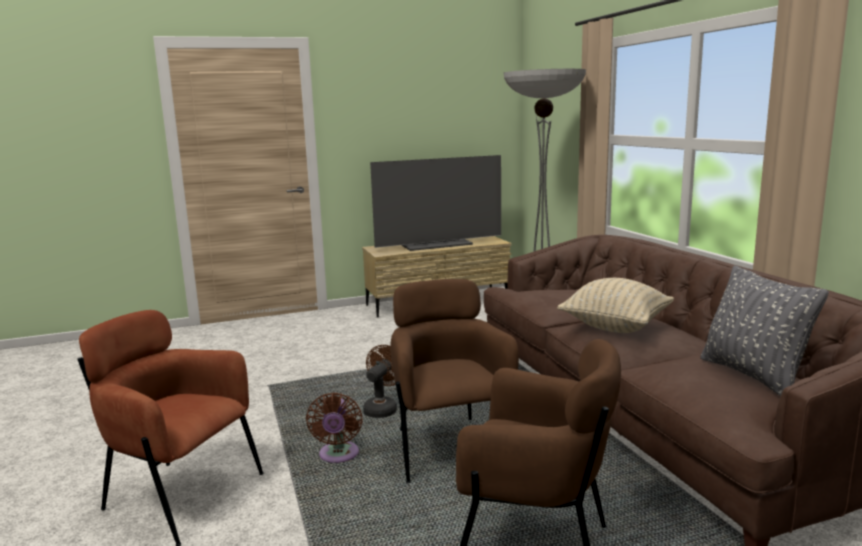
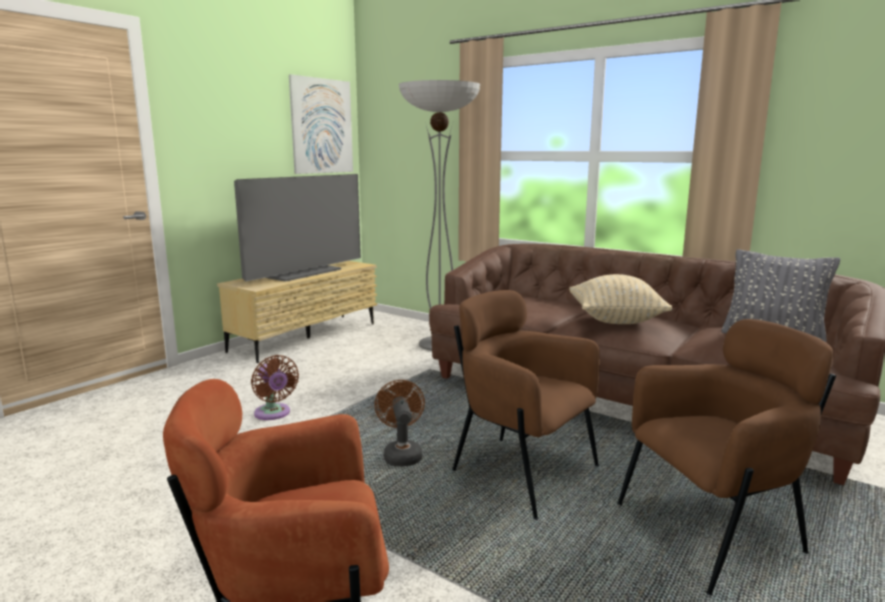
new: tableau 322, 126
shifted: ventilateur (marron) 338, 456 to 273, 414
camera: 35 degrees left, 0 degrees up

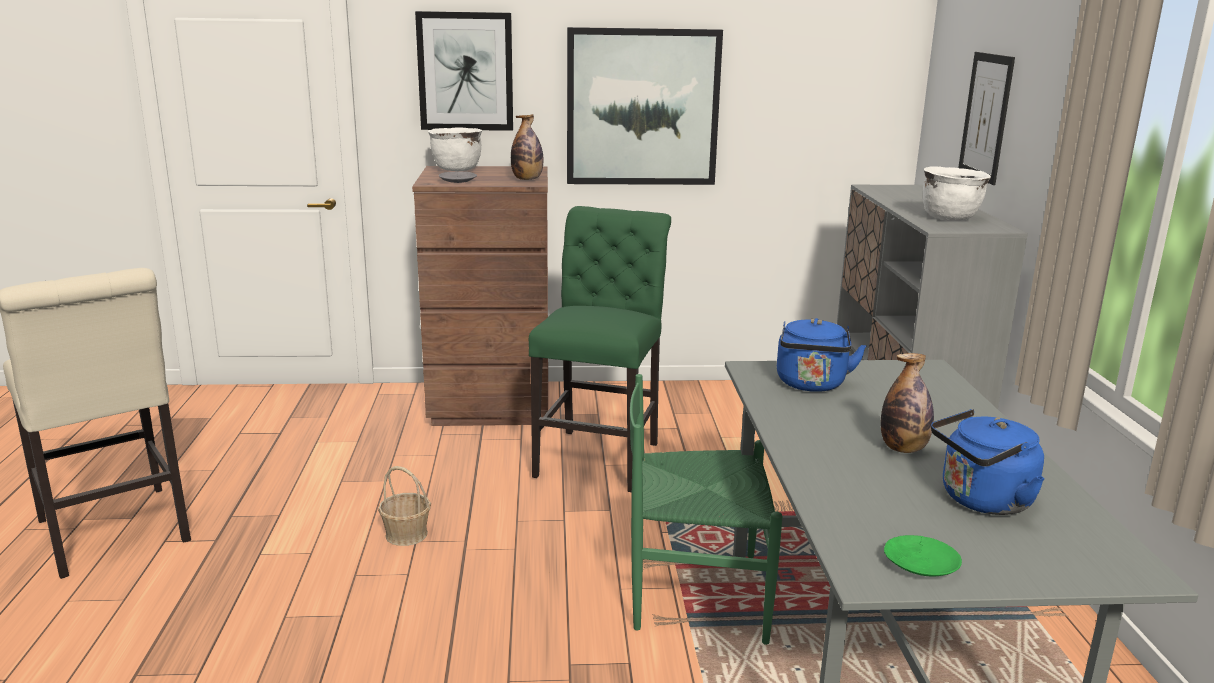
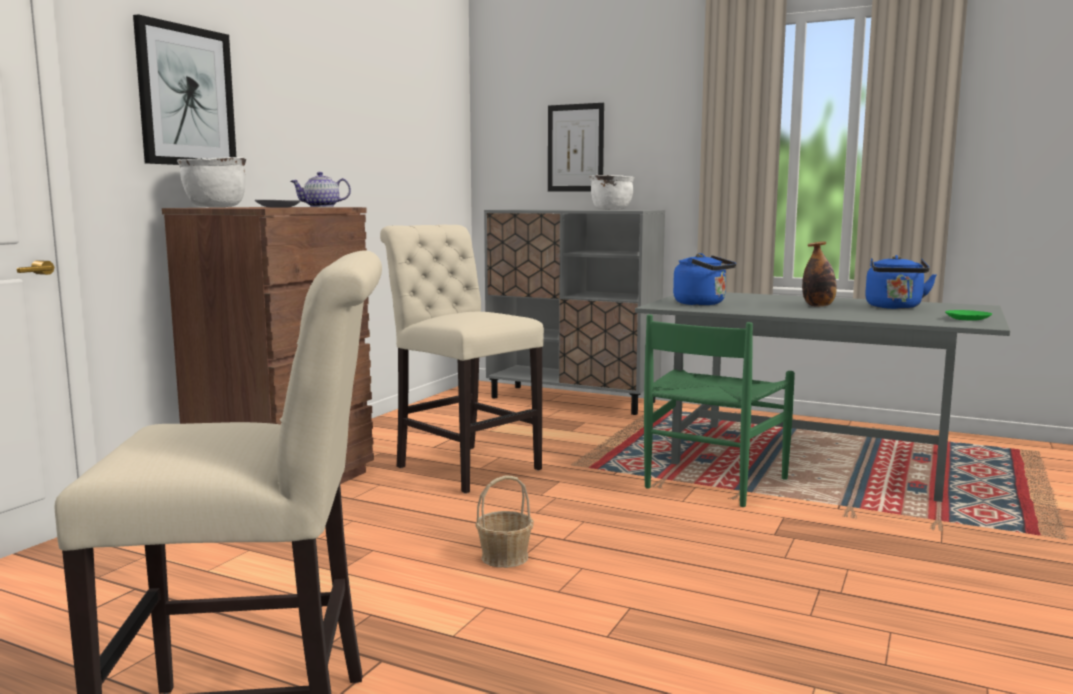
gone: tableau 642, 107
swapped: bouteille 527, 179 to théière 321, 206
repainted: tabouret (vert) 601, 457 to tabouret (beige) 464, 466
camera: 60 degrees left, 10 degrees down

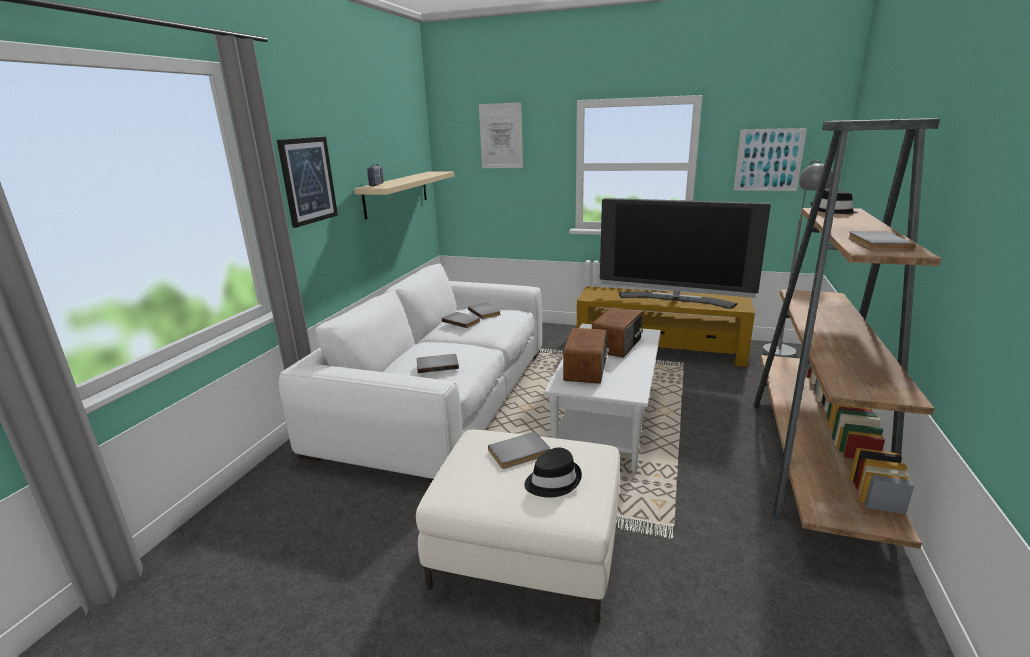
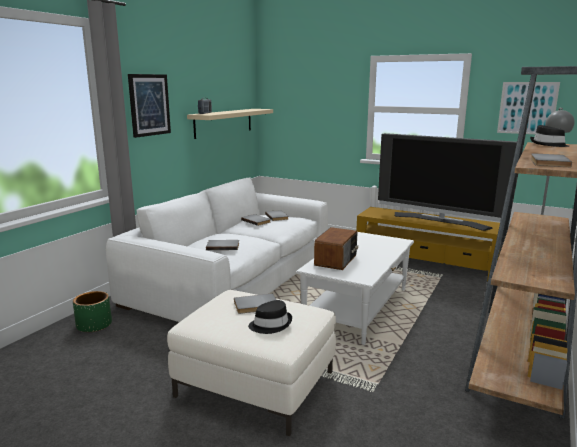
gone: tableau 501, 136; radio 617, 345
new: cache-pot (vert) 94, 325
camera: 10 degrees right, 5 degrees down

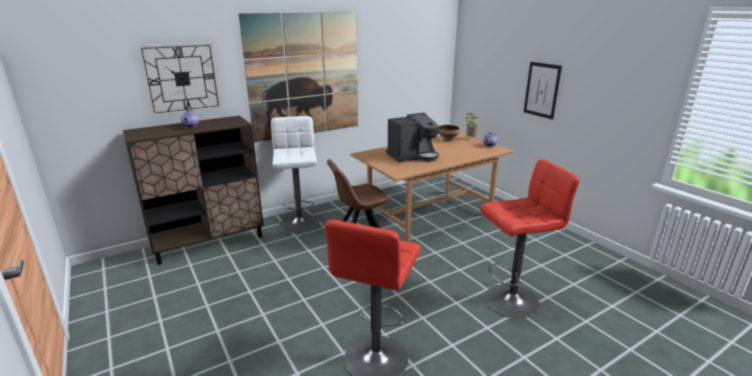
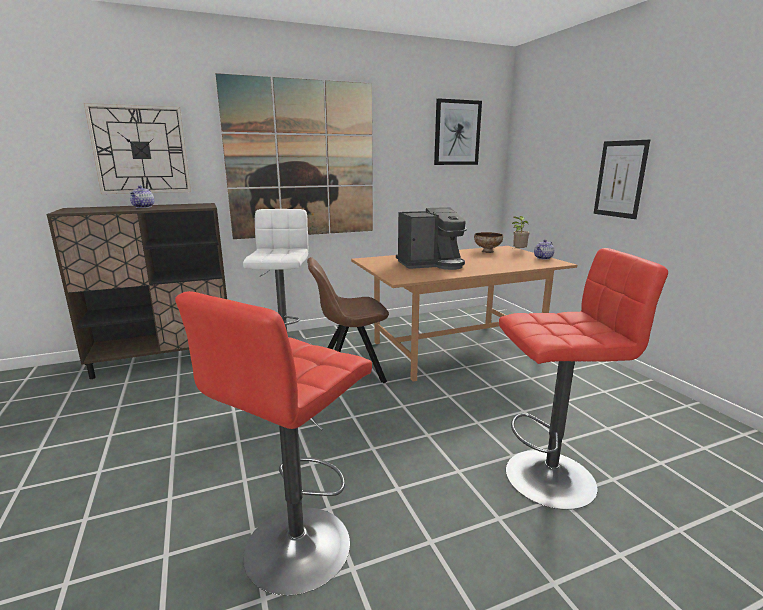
new: tableau 457, 133
camera: 10 degrees right, 5 degrees down

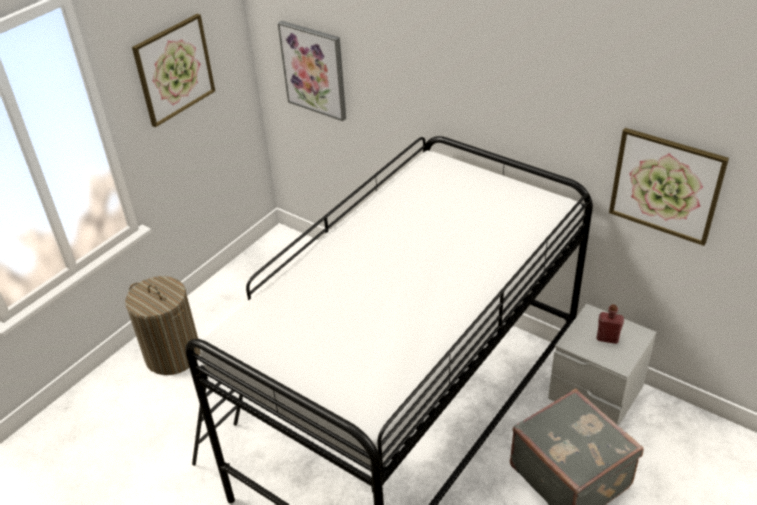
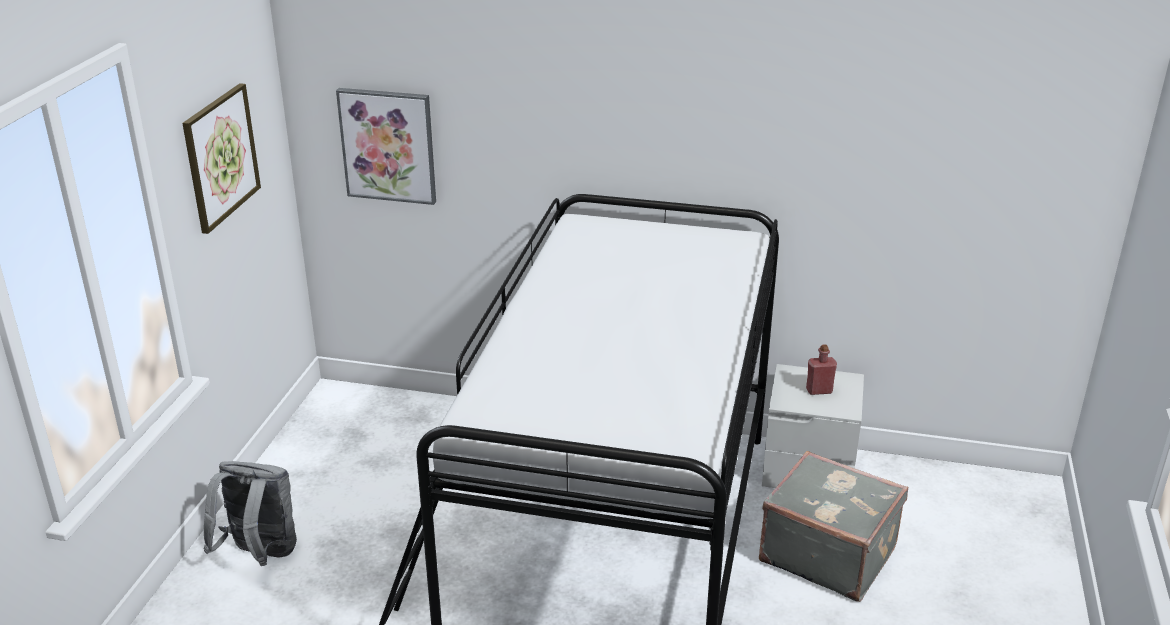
gone: tableau 666, 185
swapped: panier à linge 173, 355 to sac à dos (gris) 259, 555
camera: 25 degrees left, 10 degrees down

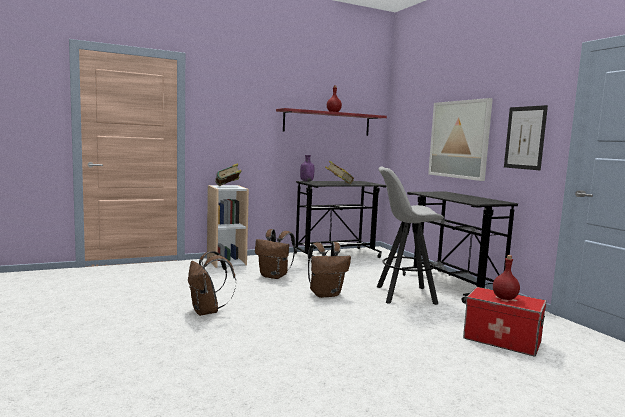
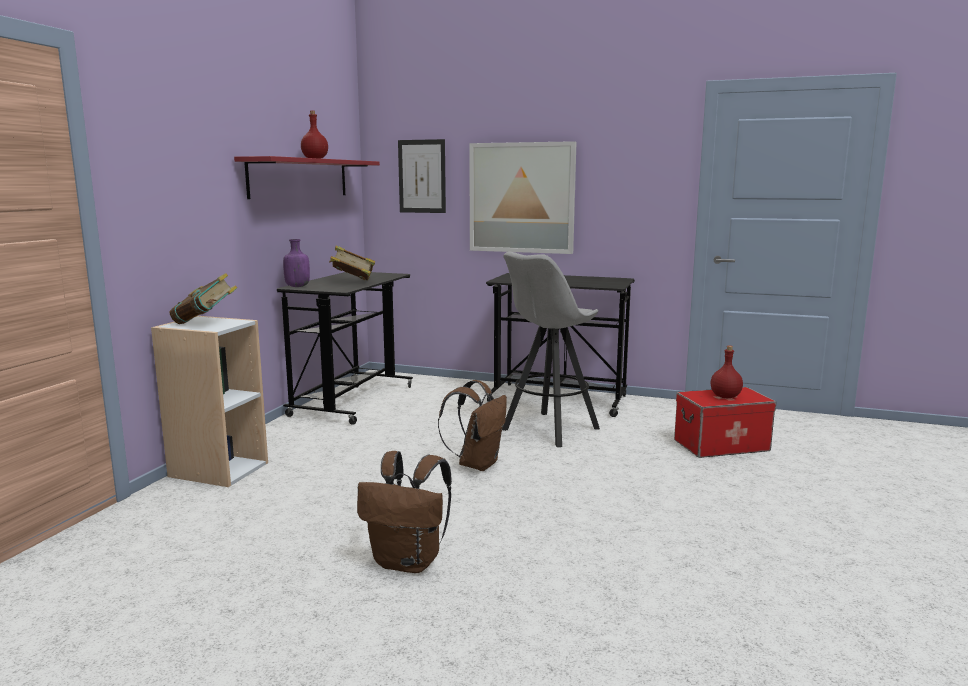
gone: sac à dos (marron) 274, 276
shifted: tableau 525, 137 to 422, 176
camera: 45 degrees left, 5 degrees up

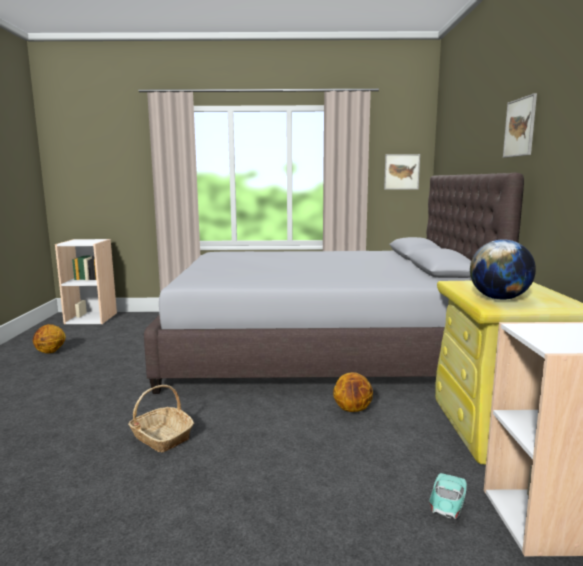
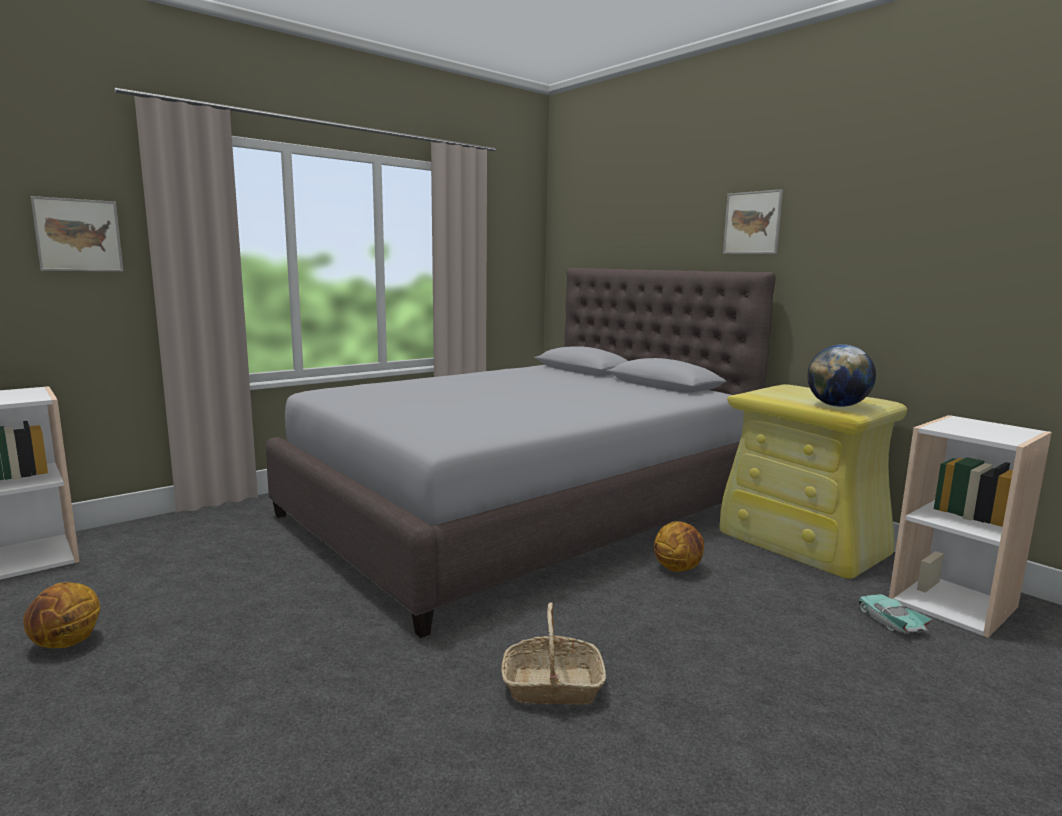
shifted: tableau 401, 172 to 78, 235
camera: 40 degrees left, 0 degrees up

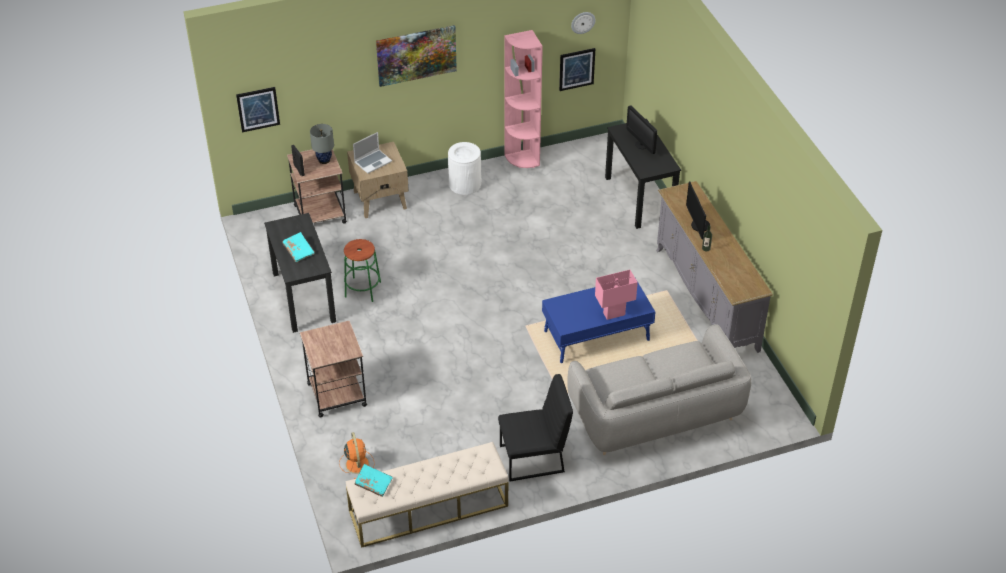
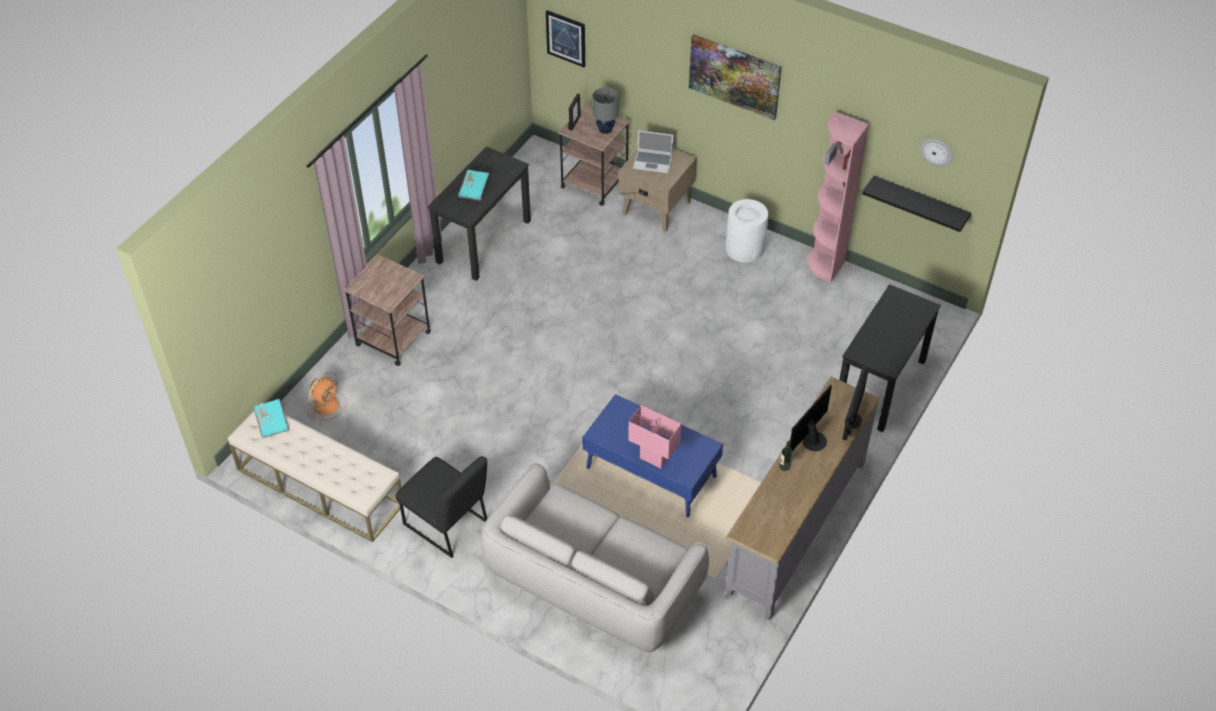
gone: tabouret (vert) 363, 289
shifted: écran d'ordinateur 641, 145 to 853, 421
swapped: tableau 576, 69 to étagère (noir) 919, 203
camera: 50 degrees right, 5 degrees up

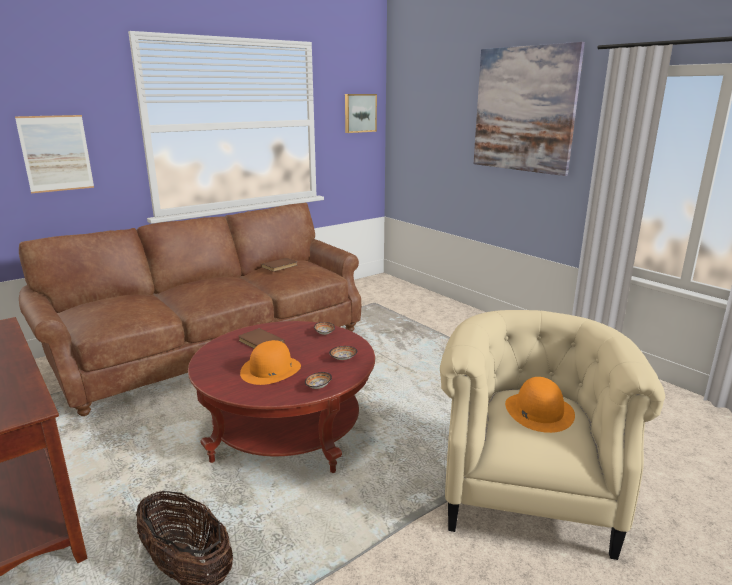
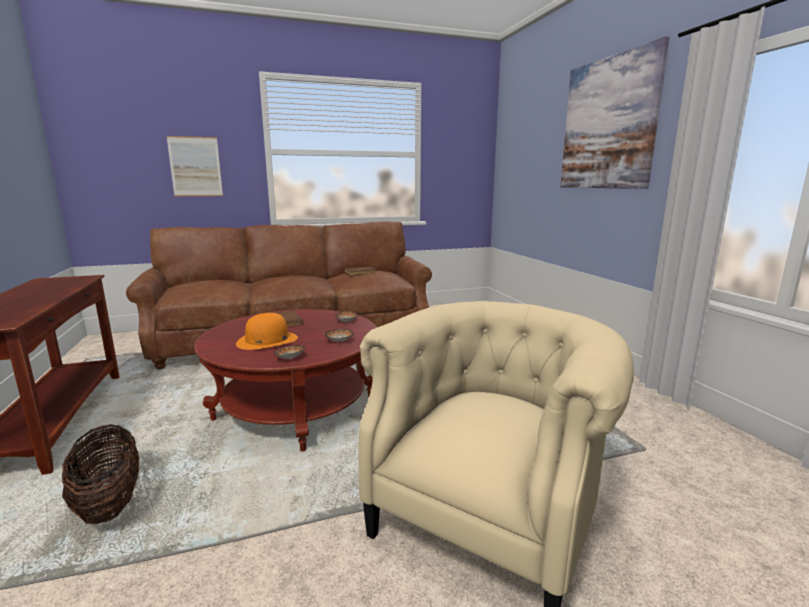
gone: tableau 359, 113; chapeau (orange) 538, 411
camera: 20 degrees right, 5 degrees down

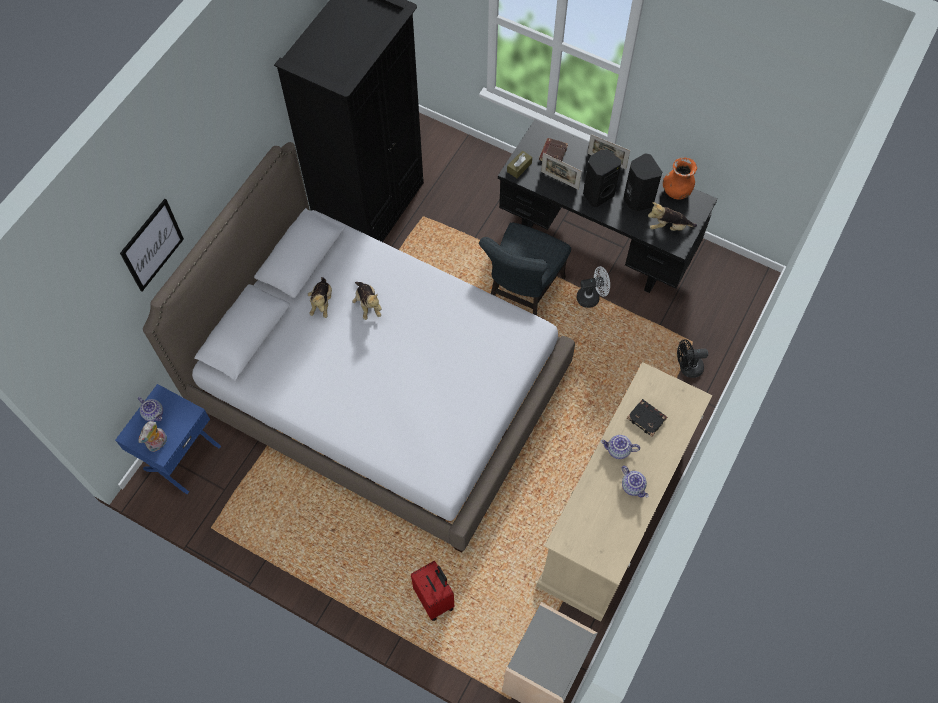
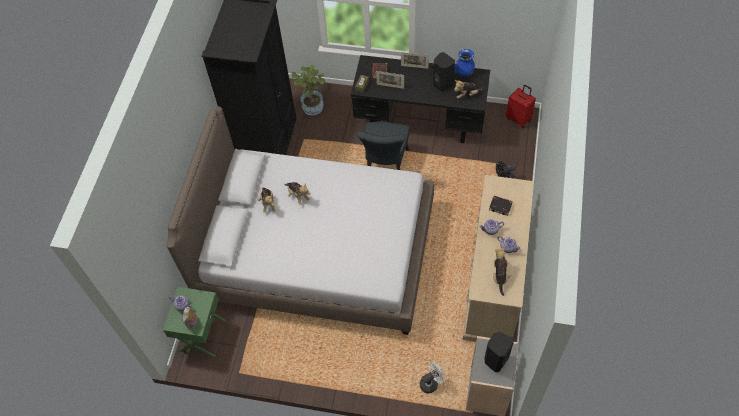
gone: tableau 152, 245
new: plante en pot 312, 104; peluche 499, 276
shifted: enceinte (noir) 597, 194 to 495, 359; ventilateur (blanc) 591, 297 to 431, 383; valise (rouge) 435, 599 to 518, 119
repainted: vase (orange) 677, 191 to vase (bleu) 464, 72; table de chevet (bleu) 181, 457 to table de chevet (vert) 201, 335
camera: 15 degrees left, 5 degrees down

